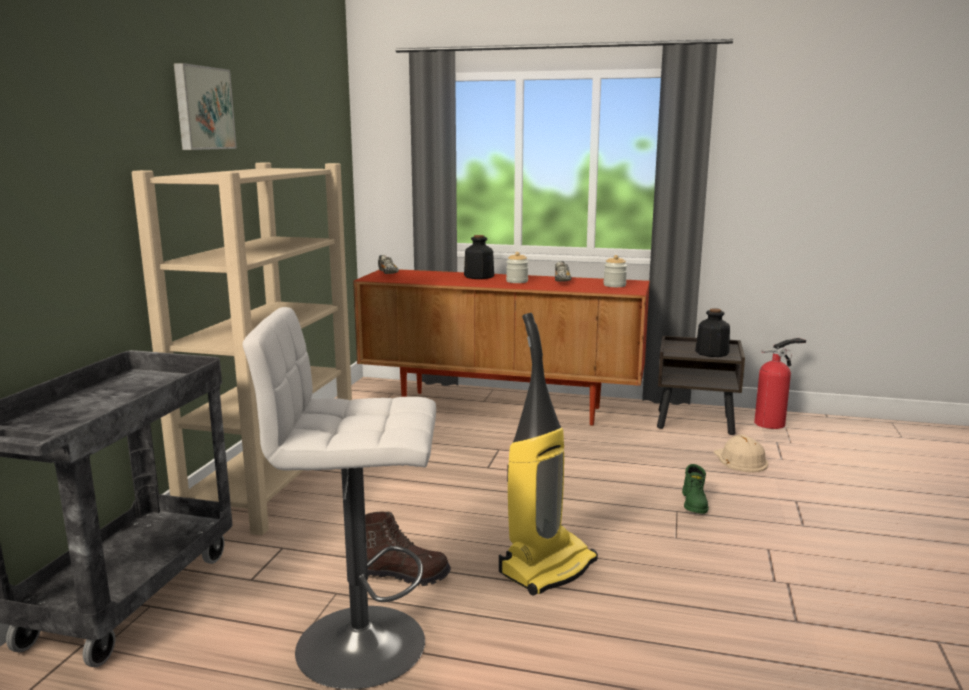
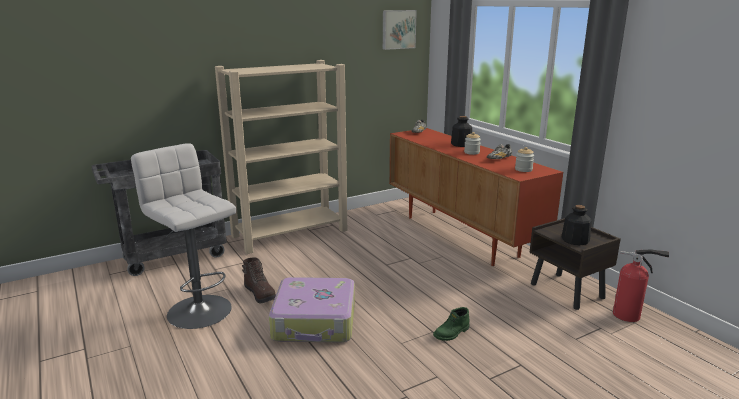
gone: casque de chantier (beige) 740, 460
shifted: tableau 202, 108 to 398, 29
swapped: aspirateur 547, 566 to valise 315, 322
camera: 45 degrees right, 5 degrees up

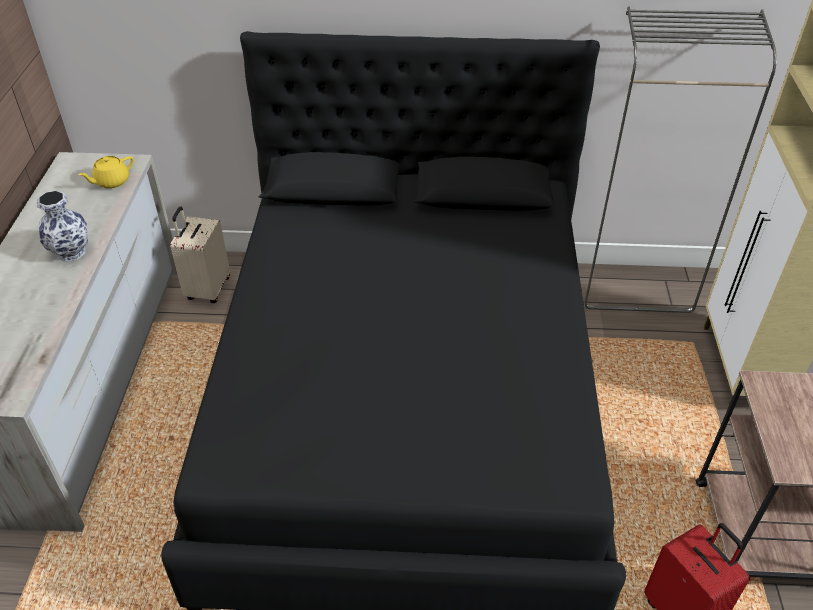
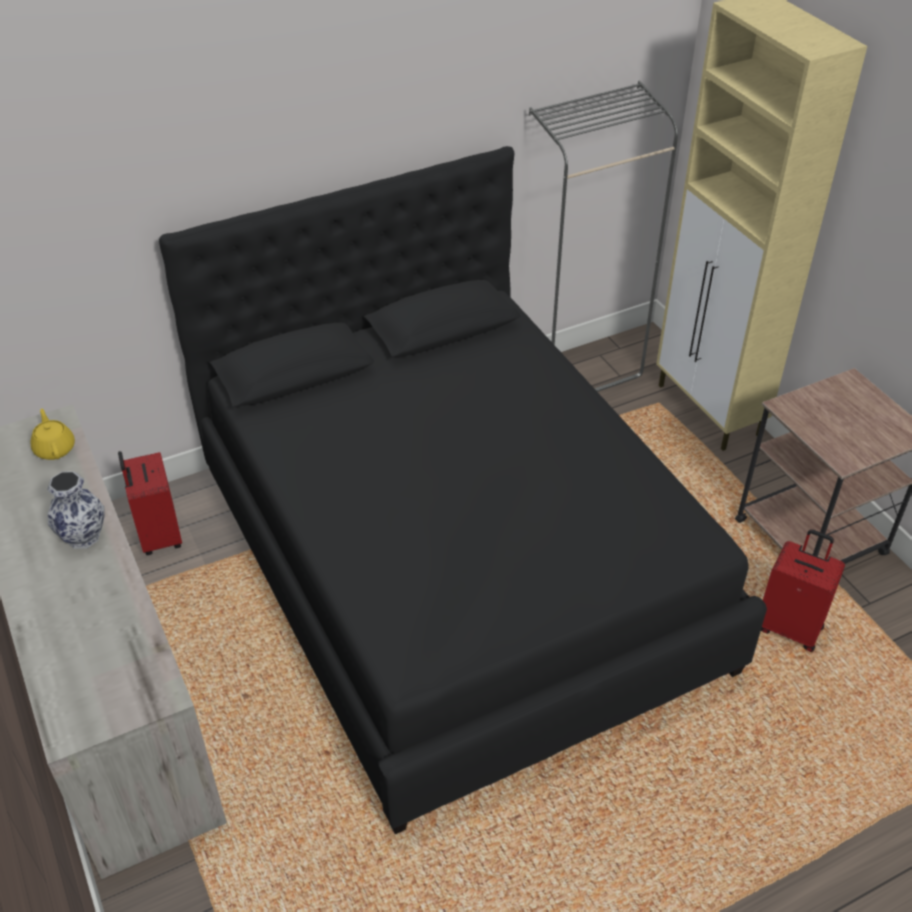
repainted: valise (beige) 207, 289 to valise (rouge) 158, 536
rotated: théière (jaune) 111, 181 = 55, 448 135 degrees clockwise
camera: 30 degrees left, 0 degrees up

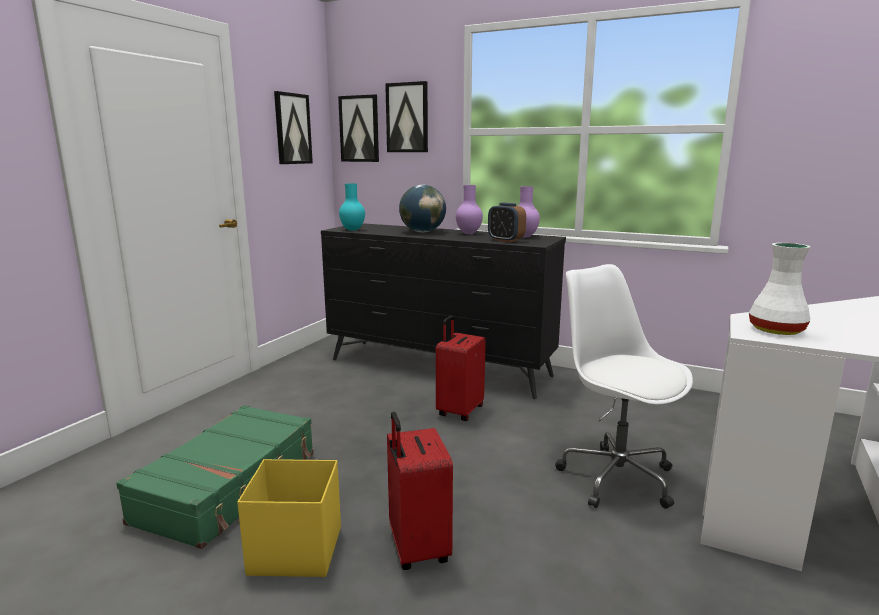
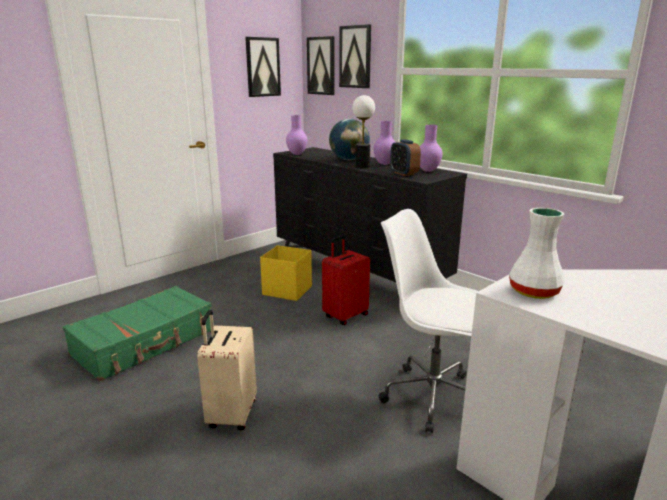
new: lampe de table 362, 167
shifted: boîte de rangement (jaune) 295, 550 to 287, 290
repainted: vase (turquoise) 352, 230 to vase (violet) 296, 154; valise (rouge) 416, 548 to valise (beige) 231, 415
rotated: chaise de bureau (blanc) 614, 477 = 429, 396 45 degrees counterclockwise
camera: 20 degrees right, 5 degrees up

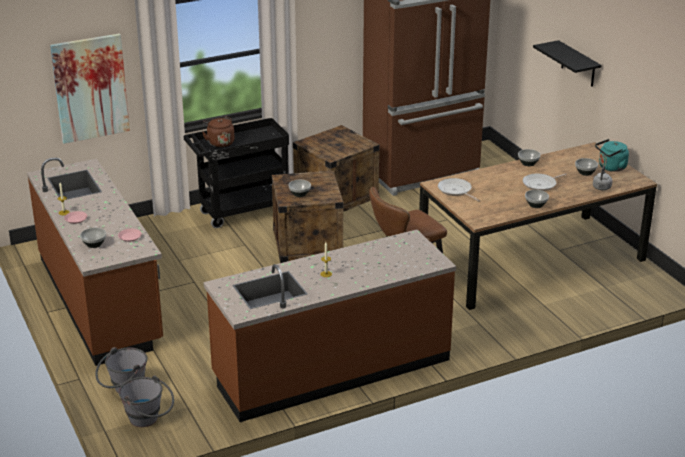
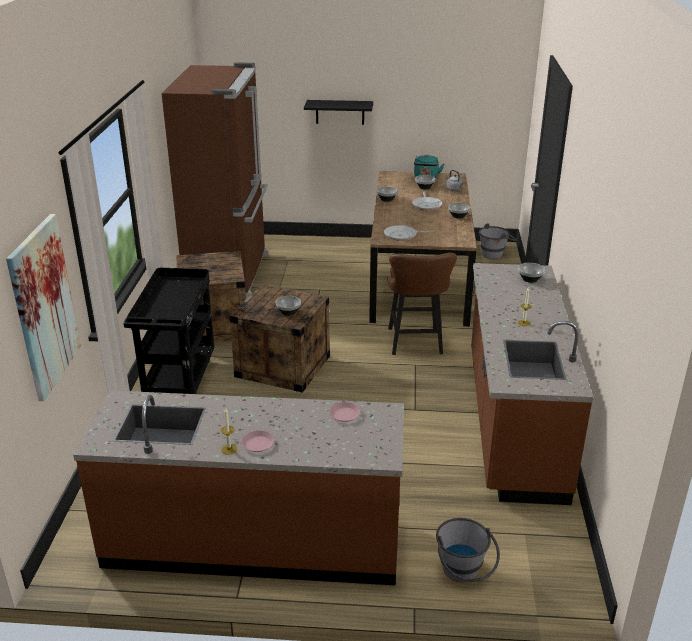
gone: bouilloire (marron) 219, 142
shifted: bol 94, 244 to 529, 279; seau (gris) 148, 420 to 495, 254
camera: 60 degrees left, 0 degrees up

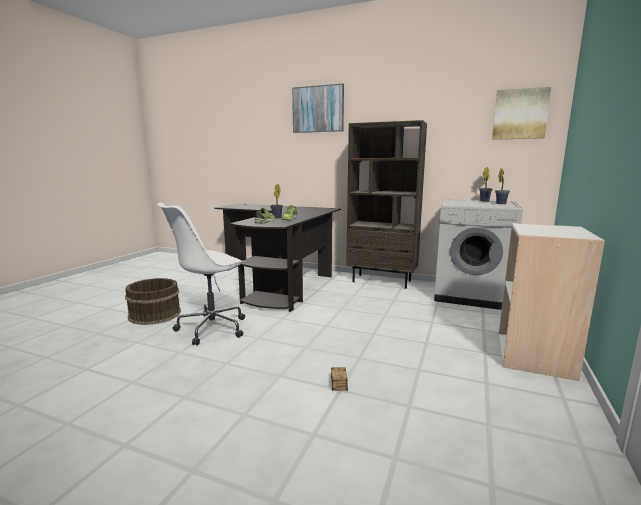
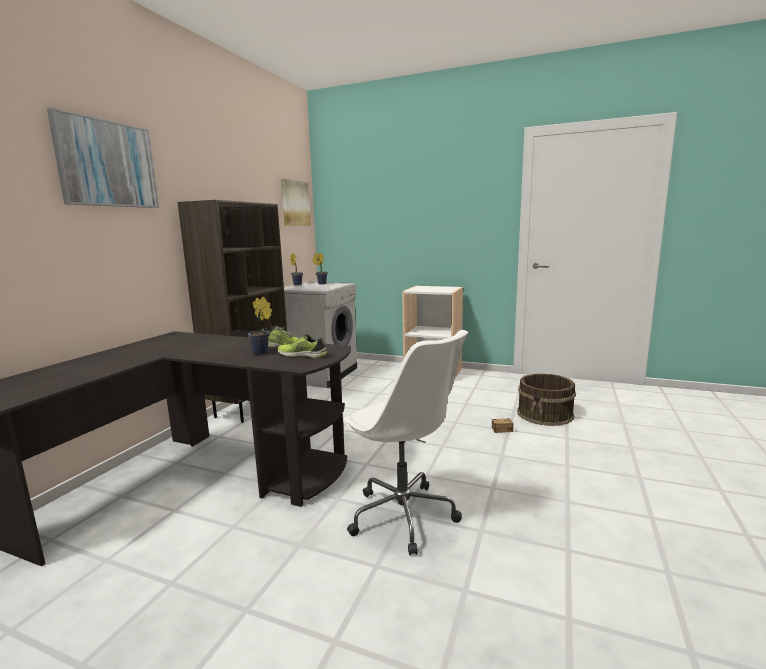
shifted: seau (marron) 154, 314 to 545, 414
camera: 90 degrees left, 0 degrees up

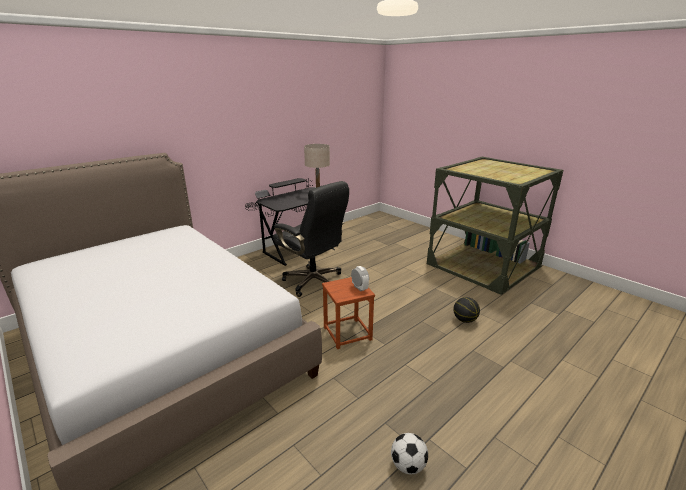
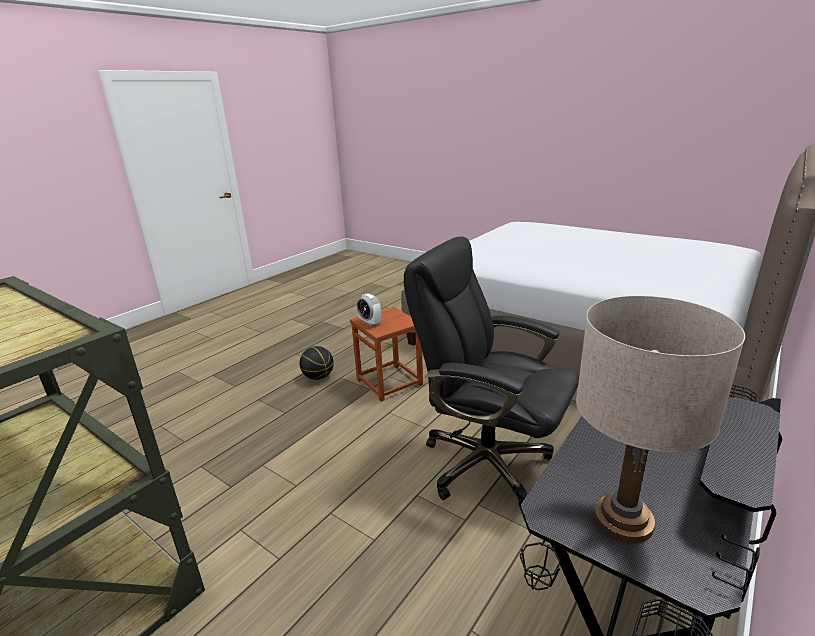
gone: ballon de foot 408, 465
shifted: ballon de basket 465, 320 to 318, 377
camera: 170 degrees right, 0 degrees up

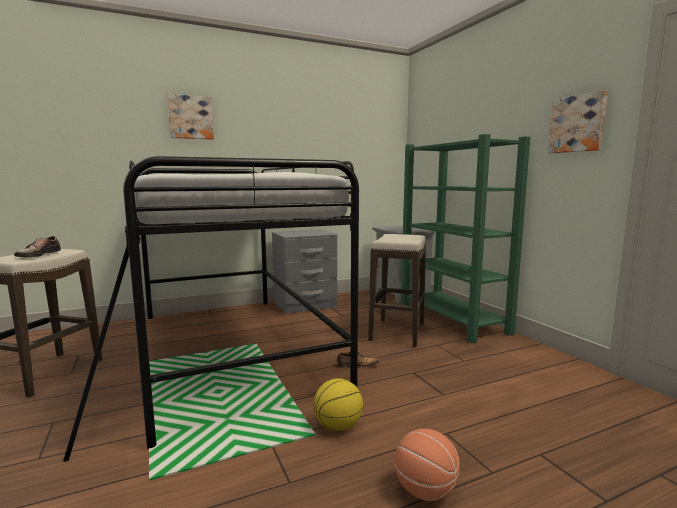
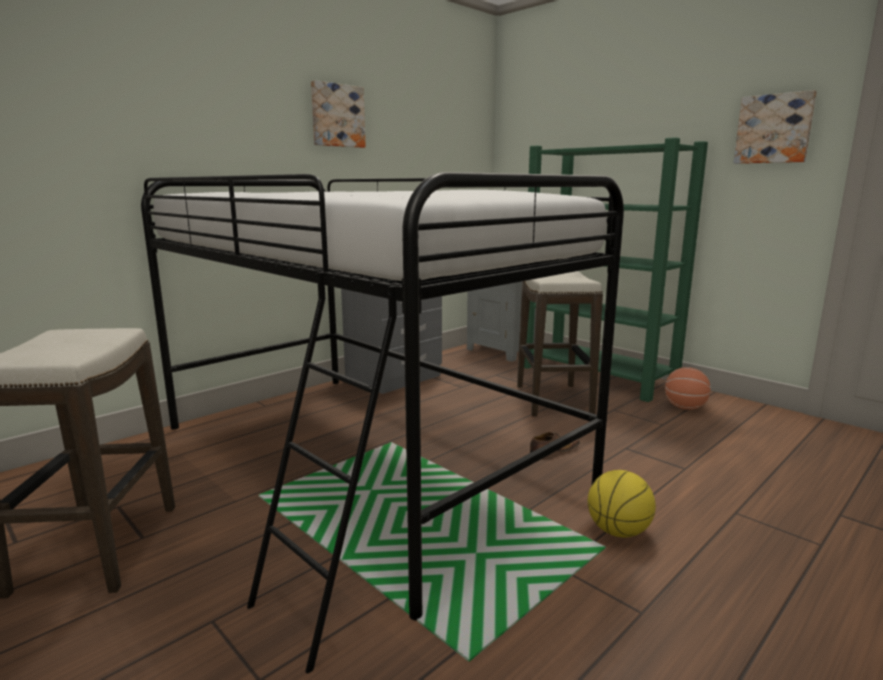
gone: chaussure 37, 255
shifted: tableau 190, 117 to 337, 116; ballon de basket 425, 490 to 684, 407
camera: 20 degrees left, 5 degrees up

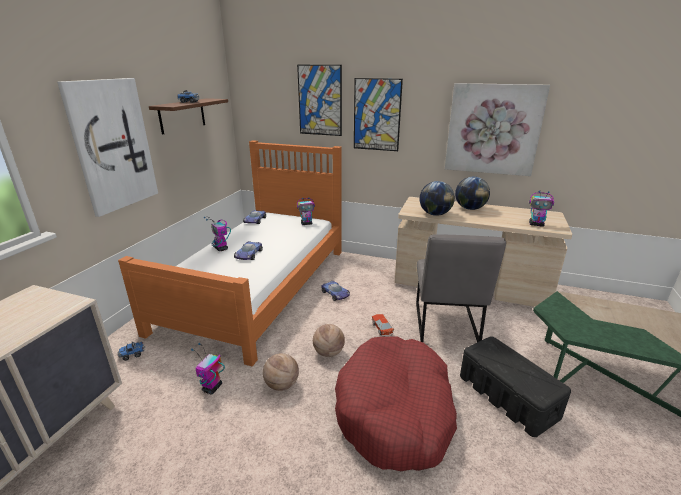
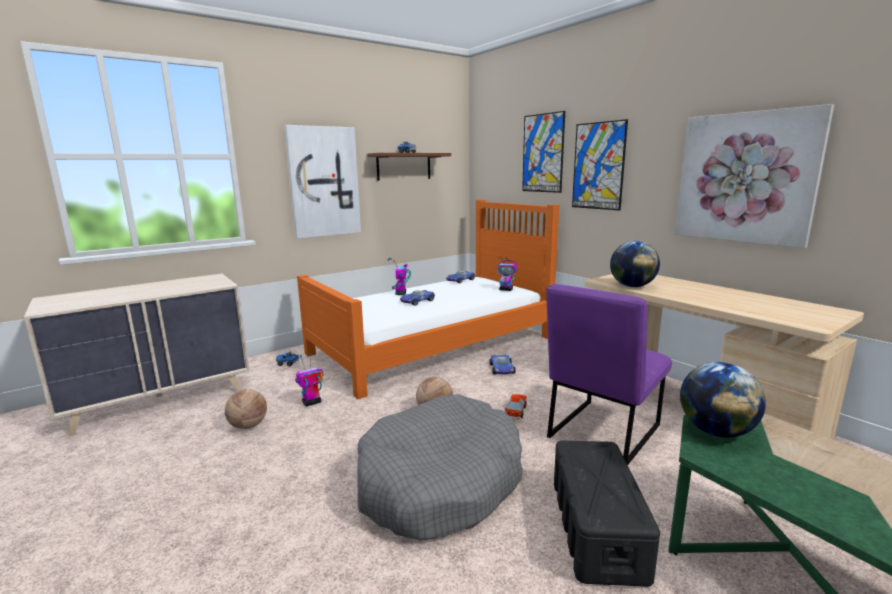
gone: robot jouet 536, 224
shifted: globe 469, 208 to 715, 431; ballon de basket 282, 385 to 248, 426
repainted: chaise (gris) 445, 324 to chaise (violet) 602, 432; panier pour chien (rouge) 395, 412 to panier pour chien (gris) 439, 482
camera: 35 degrees right, 10 degrees down

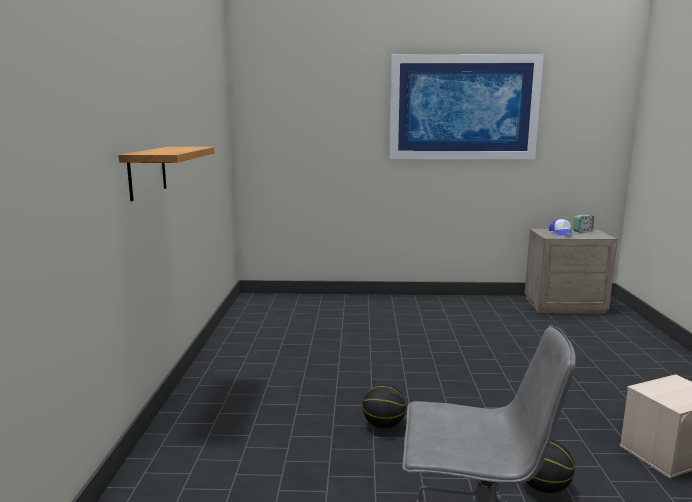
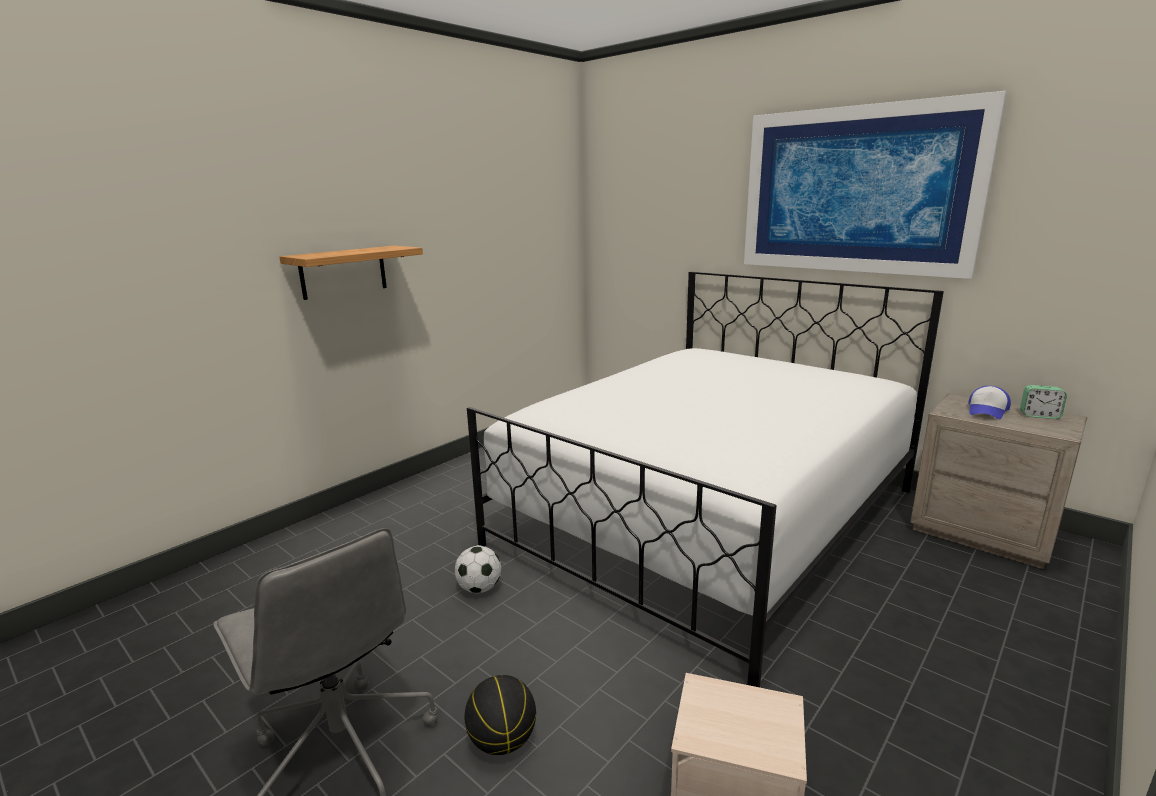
new: lit (blanc) 709, 516
swapped: ballon de basket 383, 425 to ballon de foot 479, 588
camera: 40 degrees right, 5 degrees up

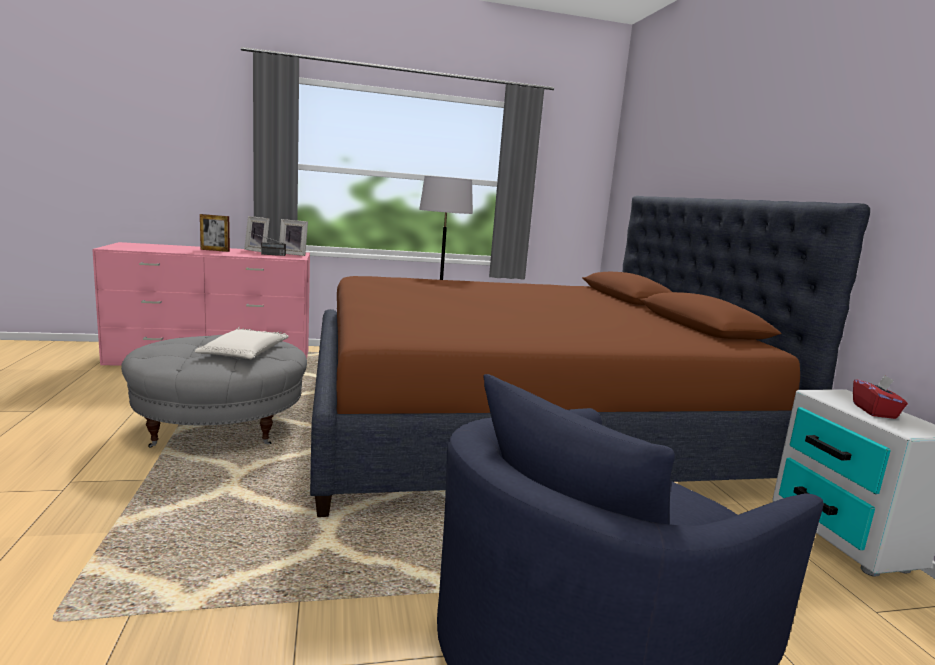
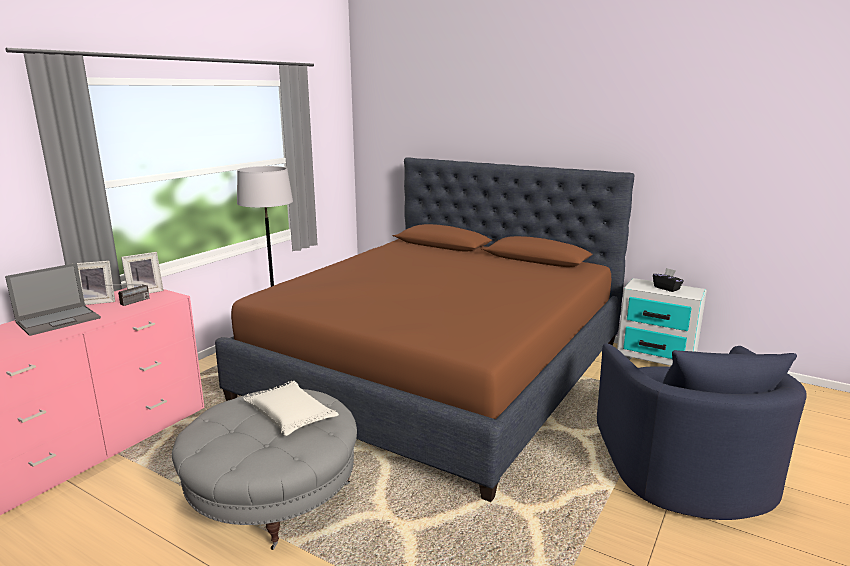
swapped: cadre photo 215, 250 to ordinateur portable 59, 320
repainted: boîte à mouchoirs (rouge) 875, 411 to boîte à mouchoirs (noir) 666, 288
camera: 45 degrees left, 5 degrees up

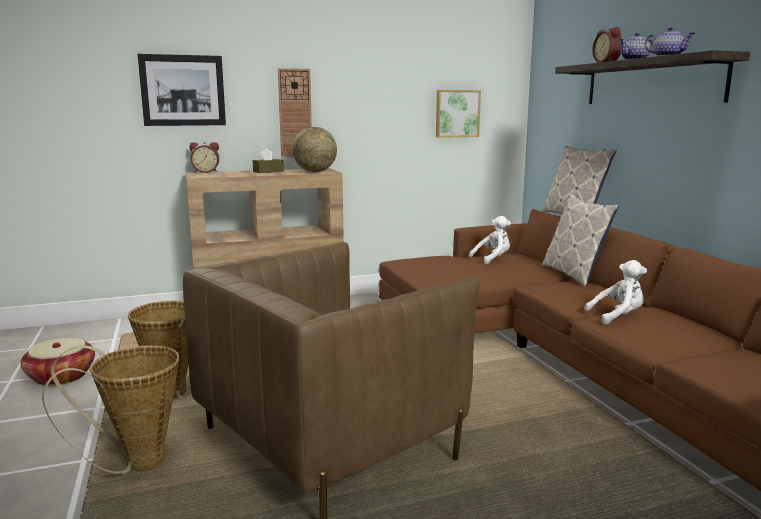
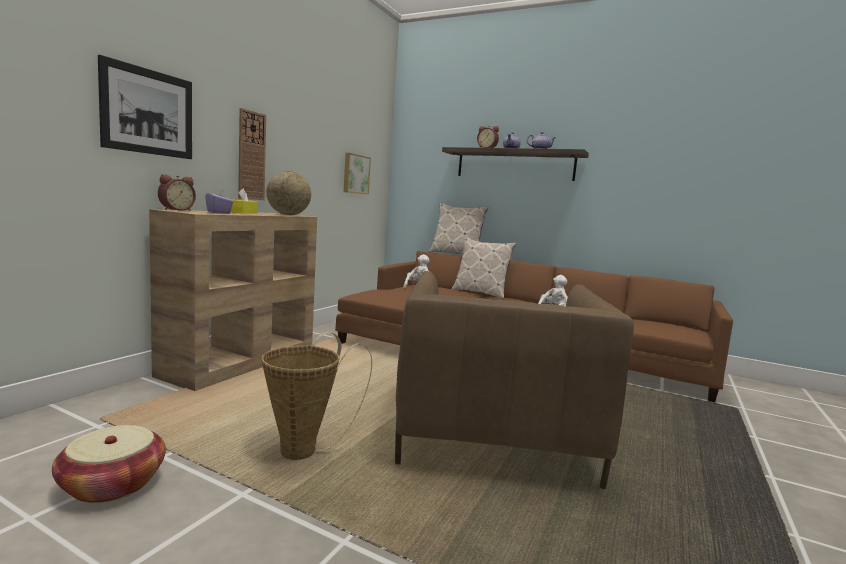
gone: panier 135, 464
new: boîte à mouchoirs (violet) 219, 213
repainted: boîte à mouchoirs (marron) 268, 171 to boîte à mouchoirs (jaune) 243, 212
camera: 45 degrees left, 5 degrees down

